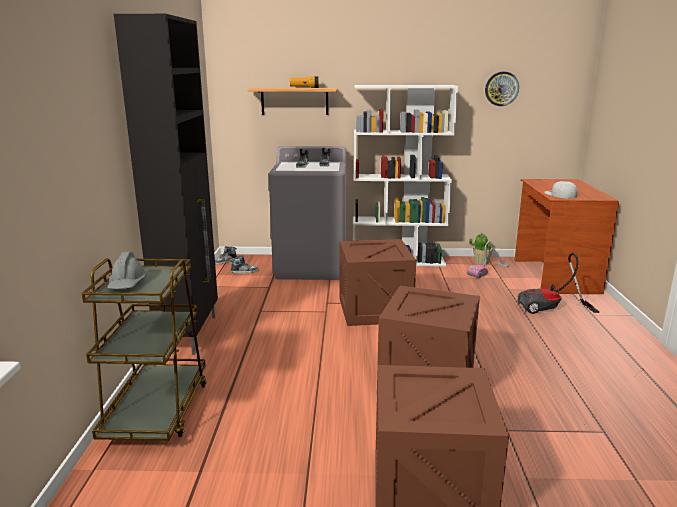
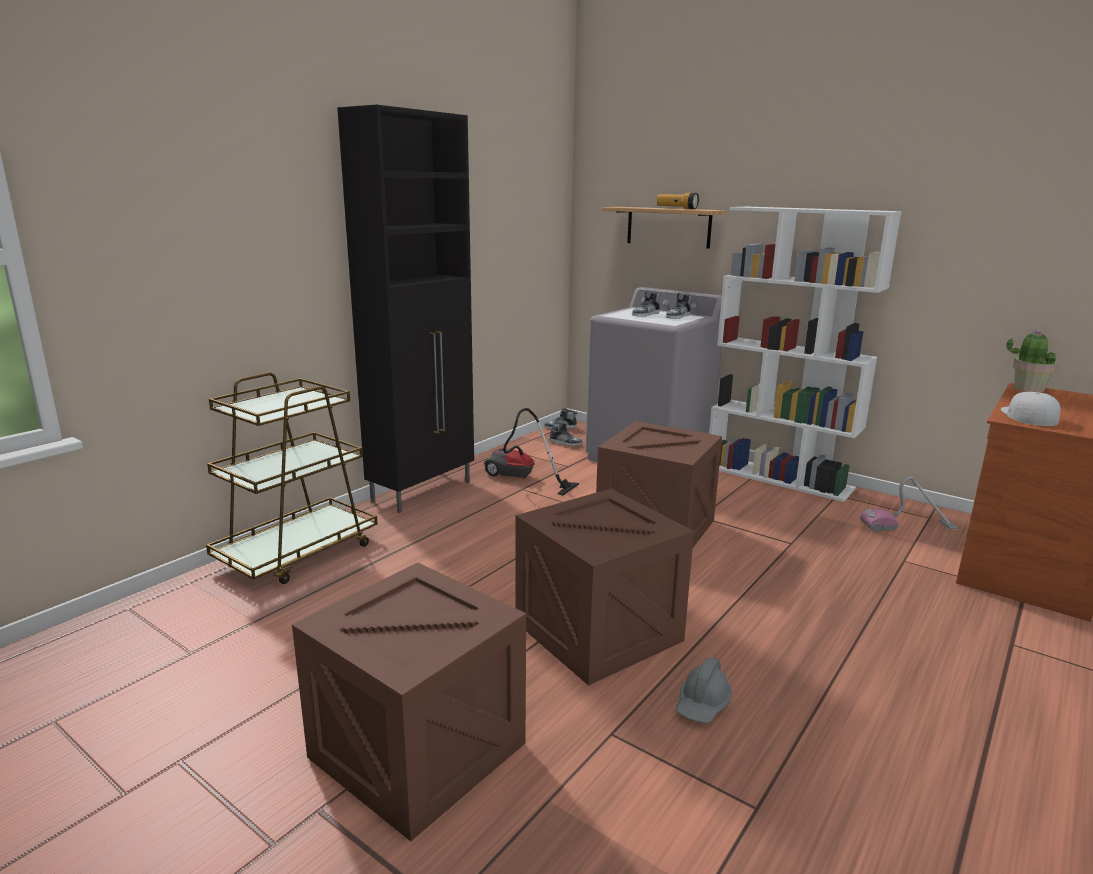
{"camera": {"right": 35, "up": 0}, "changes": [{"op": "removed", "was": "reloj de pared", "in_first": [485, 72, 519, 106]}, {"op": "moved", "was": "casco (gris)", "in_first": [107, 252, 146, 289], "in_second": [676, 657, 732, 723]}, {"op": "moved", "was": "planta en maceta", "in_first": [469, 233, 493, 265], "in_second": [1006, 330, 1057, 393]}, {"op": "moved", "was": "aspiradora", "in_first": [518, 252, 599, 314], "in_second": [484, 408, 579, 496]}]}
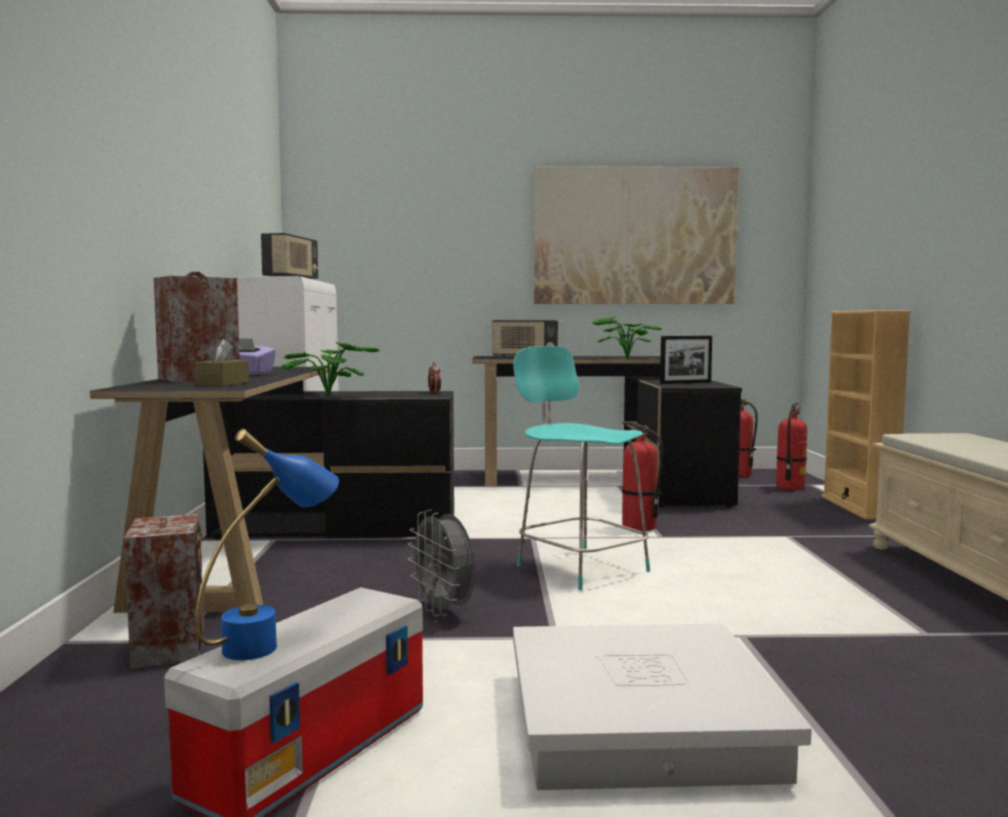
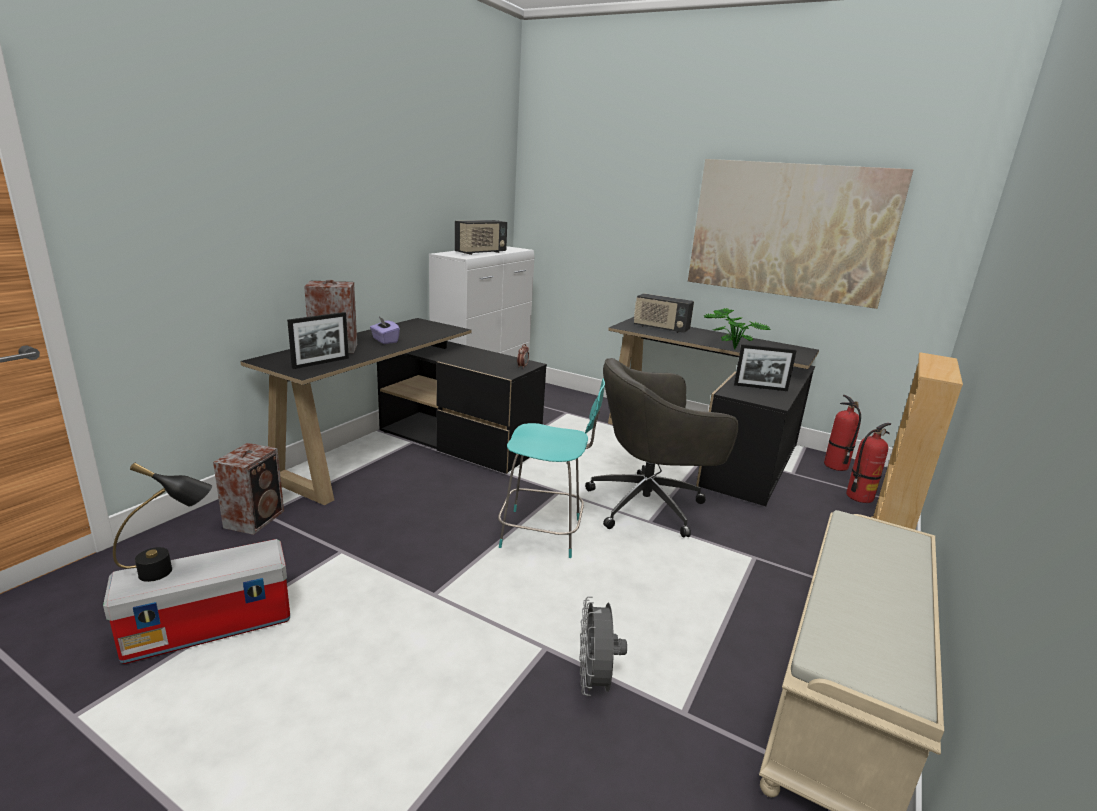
{"camera": {"right": 30, "up": 15}, "changes": [{"op": "removed", "was": "planta en maceta", "in_first": [282, 342, 379, 396]}, {"op": "removed", "was": "caja de almacenaje (blanco)", "in_first": [513, 624, 812, 790]}, {"op": "moved", "was": "ventilador (gris)", "in_first": [408, 509, 475, 616], "in_second": [579, 596, 627, 696]}, {"op": "replaced", "was": "caja de pañuelos (marrón)", "now": "portarretratos", "in_first": [195, 339, 249, 386], "in_second": [287, 312, 349, 369]}, {"op": "replaced", "was": "extintor", "now": "silla de oficina (gris)", "in_first": [622, 422, 663, 531], "in_second": [585, 358, 738, 537]}, {"op": "recoloured", "was": "lámpara de mesa (azul)", "now": "lámpara de mesa (negro)", "in_first": [195, 429, 339, 660], "in_second": [113, 463, 212, 582]}, {"op": "turned", "was": "silla (turquesa)", "in_first": [513, 346, 650, 590], "in_second": [498, 379, 605, 558], "clockwise": 105}]}
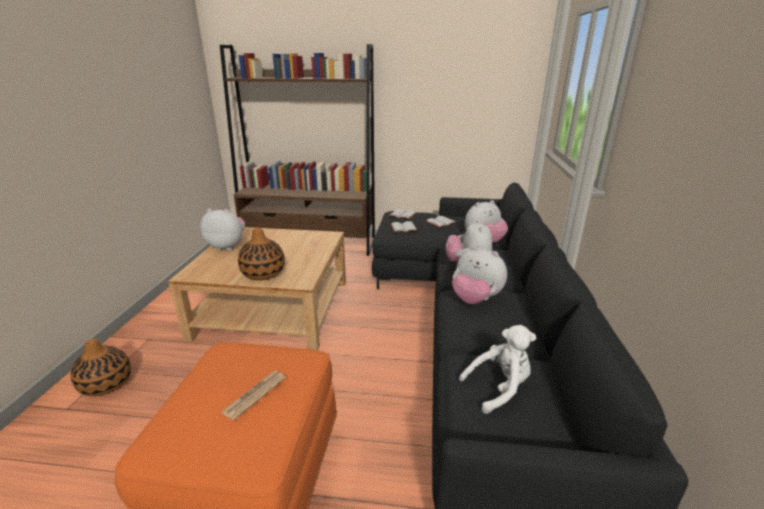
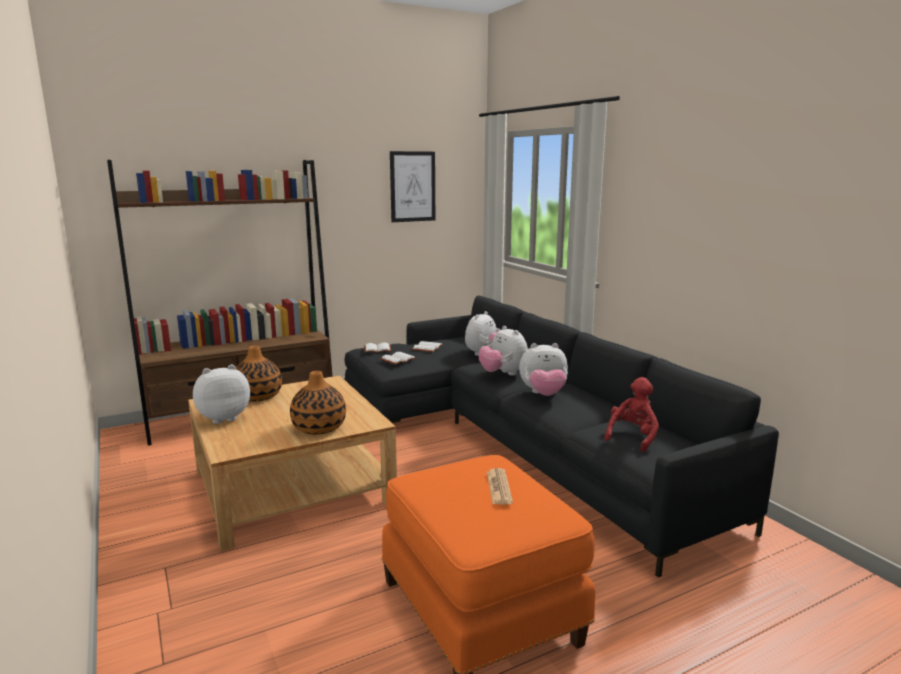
{"camera": {"right": -35, "up": -10}, "changes": [{"op": "added", "now": "cuadro", "in_second": [390, 151, 435, 222]}, {"op": "moved", "was": "florero", "in_first": [71, 339, 131, 396], "in_second": [236, 346, 282, 401]}, {"op": "recoloured", "was": "peluche (blanco)", "now": "peluche (rojo)", "in_first": [459, 325, 536, 414], "in_second": [604, 377, 659, 452]}]}
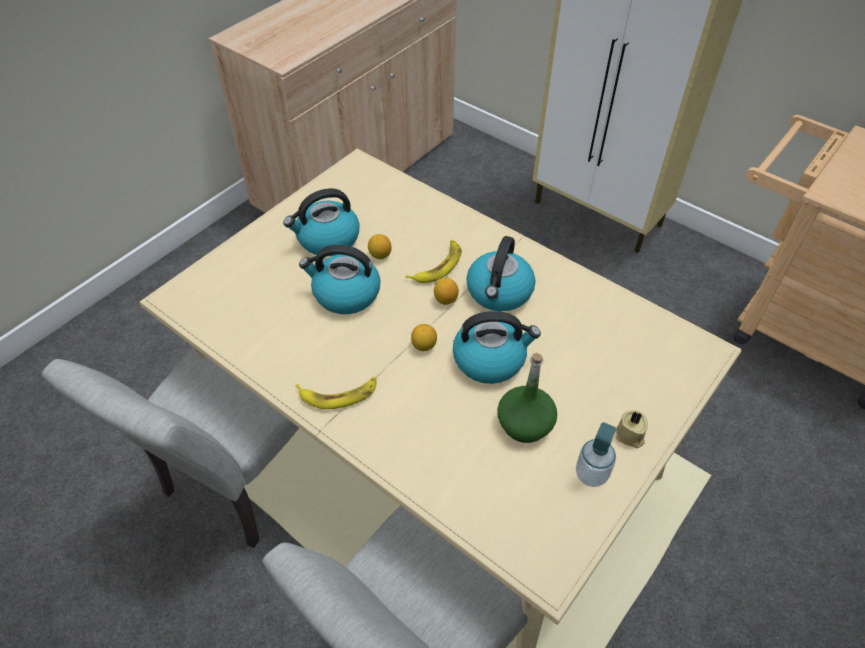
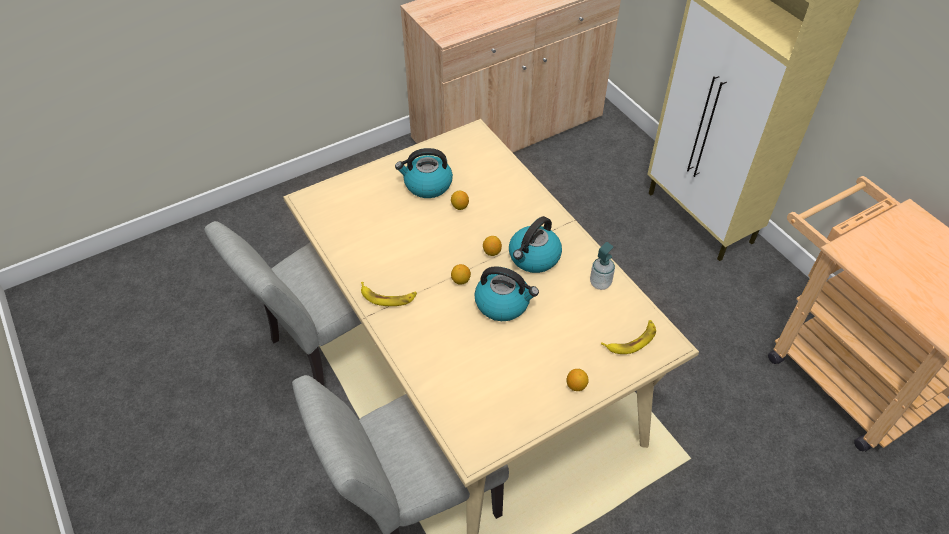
{"camera": {"right": 20, "up": 0}, "changes": [{"op": "removed", "was": "hervidor", "in_first": [299, 245, 380, 314]}, {"op": "removed", "was": "botella (verde)", "in_first": [497, 353, 557, 443]}, {"op": "moved", "was": "plátano", "in_first": [406, 240, 462, 283], "in_second": [601, 320, 656, 354]}, {"op": "moved", "was": "dispensador de jabón", "in_first": [576, 422, 616, 487], "in_second": [590, 242, 615, 290]}, {"op": "replaced", "was": "vela (beis)", "now": "limón", "in_first": [616, 410, 648, 448], "in_second": [566, 369, 589, 391]}]}
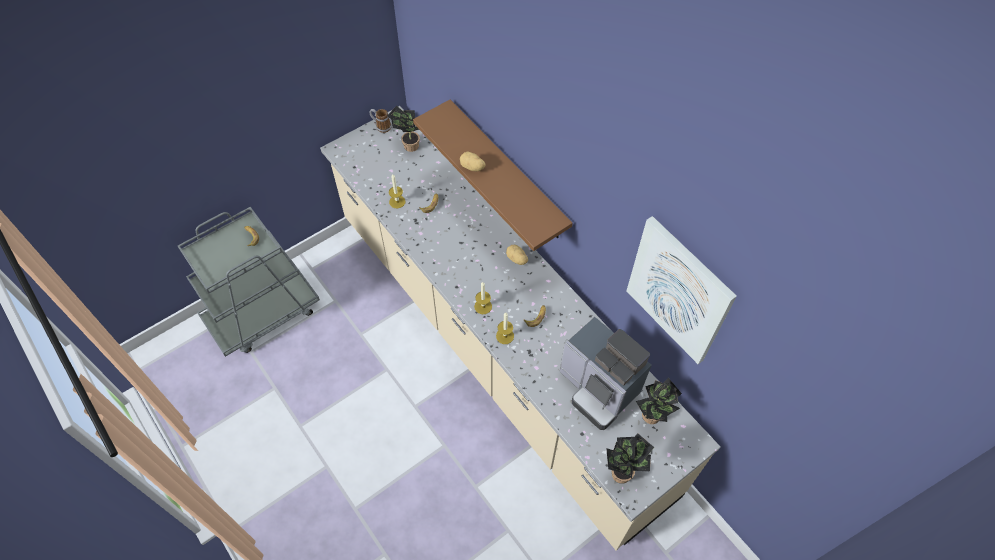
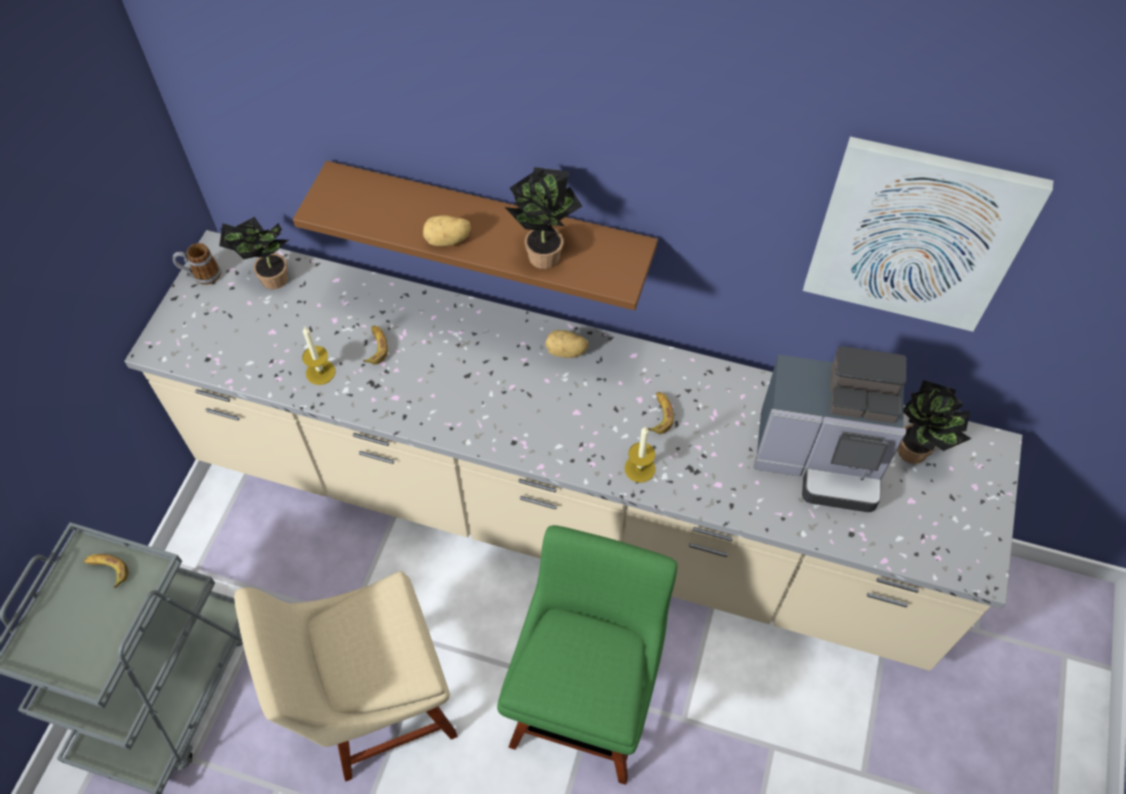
{"camera": {"right": -35, "up": 0}, "changes": [{"op": "removed", "was": "vela", "in_first": [474, 282, 492, 314]}, {"op": "added", "now": "silla (beis)", "in_second": [234, 571, 458, 782]}, {"op": "added", "now": "silla (verde)", "in_second": [497, 525, 677, 785]}, {"op": "moved", "was": "planta en maceta", "in_first": [606, 433, 654, 484], "in_second": [505, 167, 582, 269]}]}
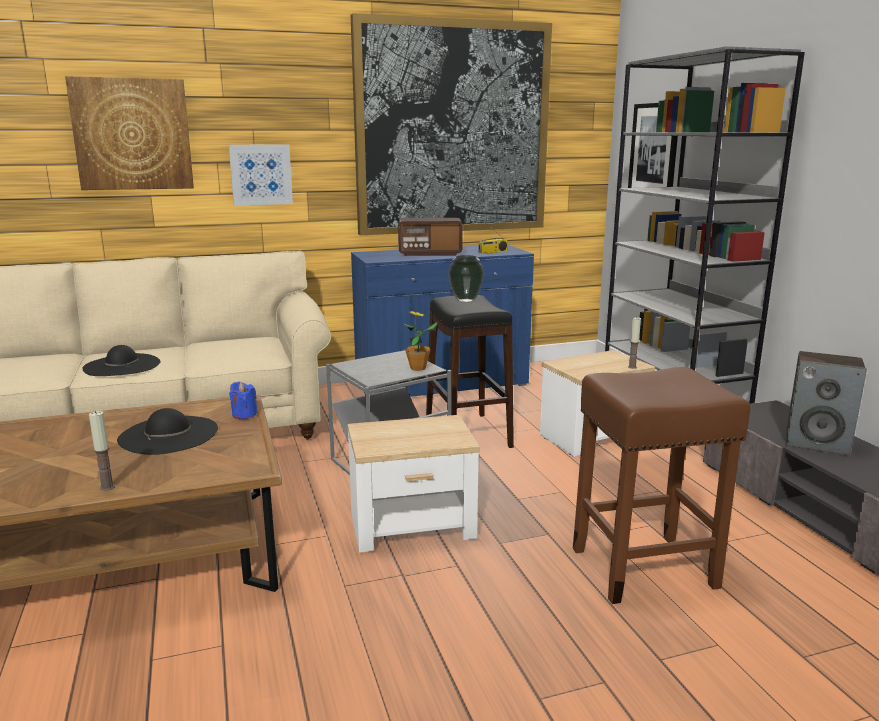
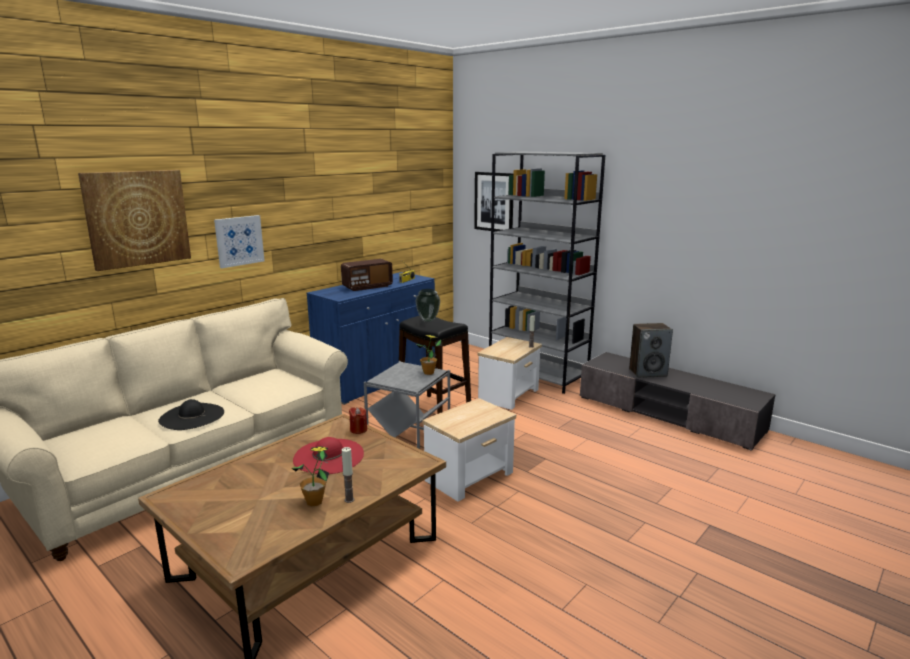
{"camera": {"right": -30, "up": 0}, "changes": [{"op": "removed", "was": "cuadro", "in_first": [351, 13, 552, 235]}, {"op": "removed", "was": "taburete (marrón)", "in_first": [573, 367, 751, 604]}, {"op": "added", "now": "planta en maceta", "in_second": [292, 446, 329, 506]}, {"op": "recoloured", "was": "sombrero (negro)", "now": "sombrero (rojo)", "in_first": [117, 408, 218, 455], "in_second": [293, 437, 364, 474]}, {"op": "recoloured", "was": "vela (azul)", "now": "vela (rojo)", "in_first": [229, 382, 258, 419], "in_second": [349, 407, 367, 434]}]}
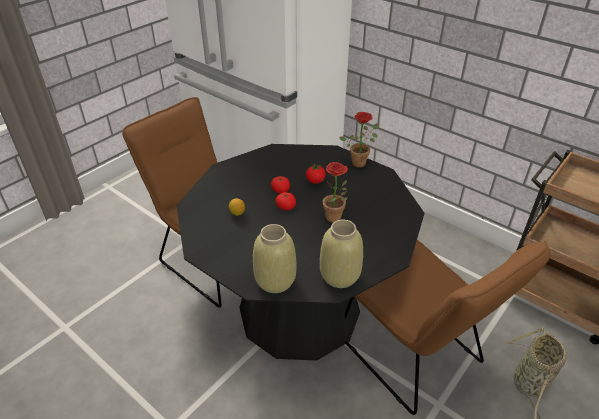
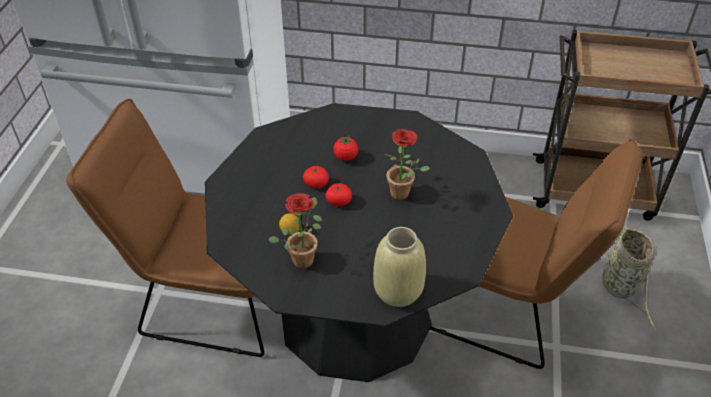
{"camera": {"right": -30, "up": 5}, "changes": [{"op": "removed", "was": "florero (beis)", "in_first": [320, 219, 363, 288]}, {"op": "moved", "was": "planta en maceta", "in_first": [339, 112, 379, 168], "in_second": [268, 193, 322, 269]}]}
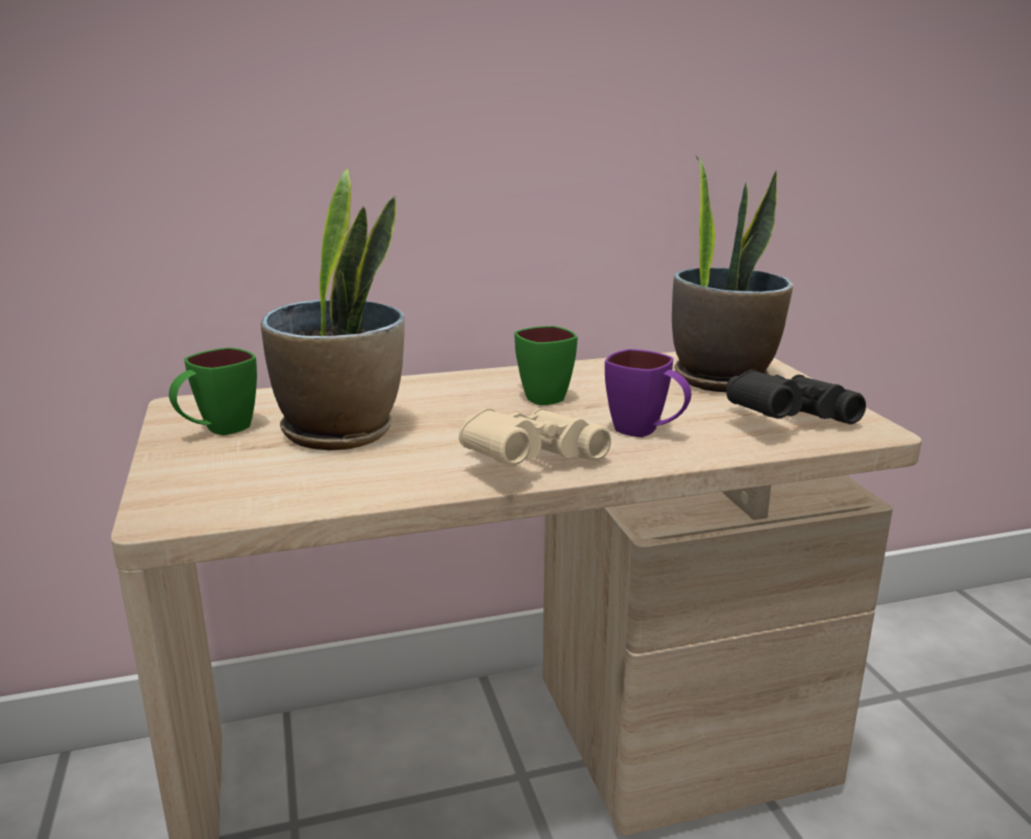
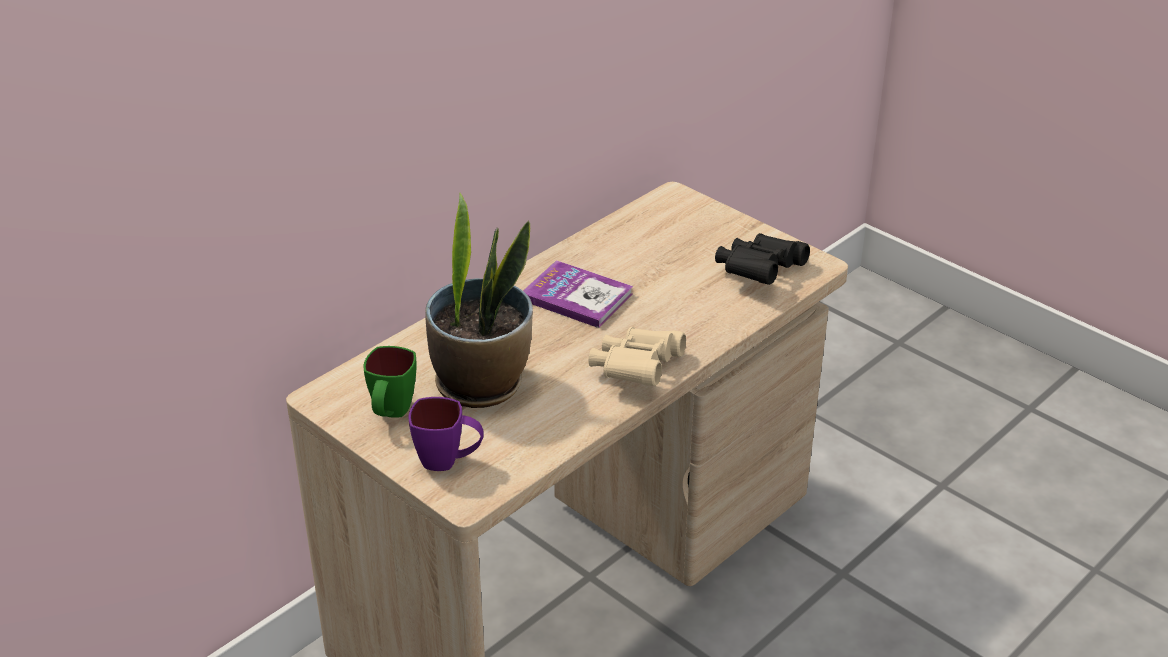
{"camera": {"right": -30, "up": 15}, "changes": [{"op": "removed", "was": "planta en maceta", "in_first": [672, 156, 793, 392]}, {"op": "moved", "was": "taza grande (morado)", "in_first": [605, 349, 691, 437], "in_second": [409, 397, 484, 471]}, {"op": "replaced", "was": "taza grande (verde)", "now": "libro", "in_first": [515, 326, 577, 405], "in_second": [523, 260, 633, 328]}]}
